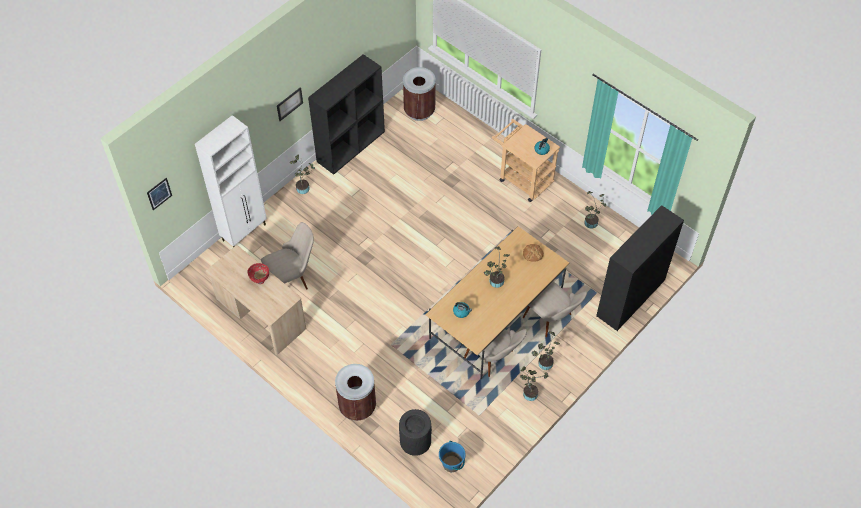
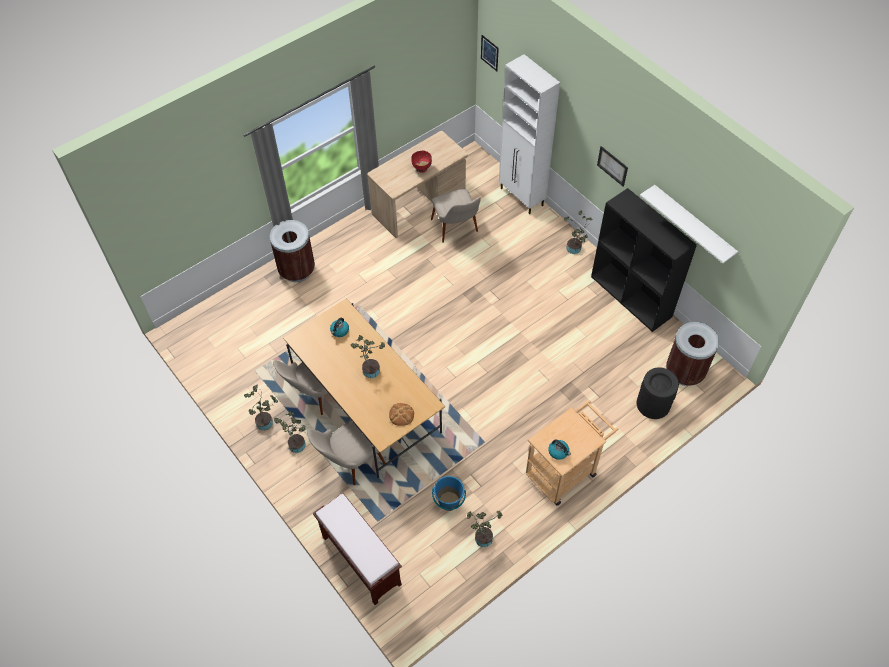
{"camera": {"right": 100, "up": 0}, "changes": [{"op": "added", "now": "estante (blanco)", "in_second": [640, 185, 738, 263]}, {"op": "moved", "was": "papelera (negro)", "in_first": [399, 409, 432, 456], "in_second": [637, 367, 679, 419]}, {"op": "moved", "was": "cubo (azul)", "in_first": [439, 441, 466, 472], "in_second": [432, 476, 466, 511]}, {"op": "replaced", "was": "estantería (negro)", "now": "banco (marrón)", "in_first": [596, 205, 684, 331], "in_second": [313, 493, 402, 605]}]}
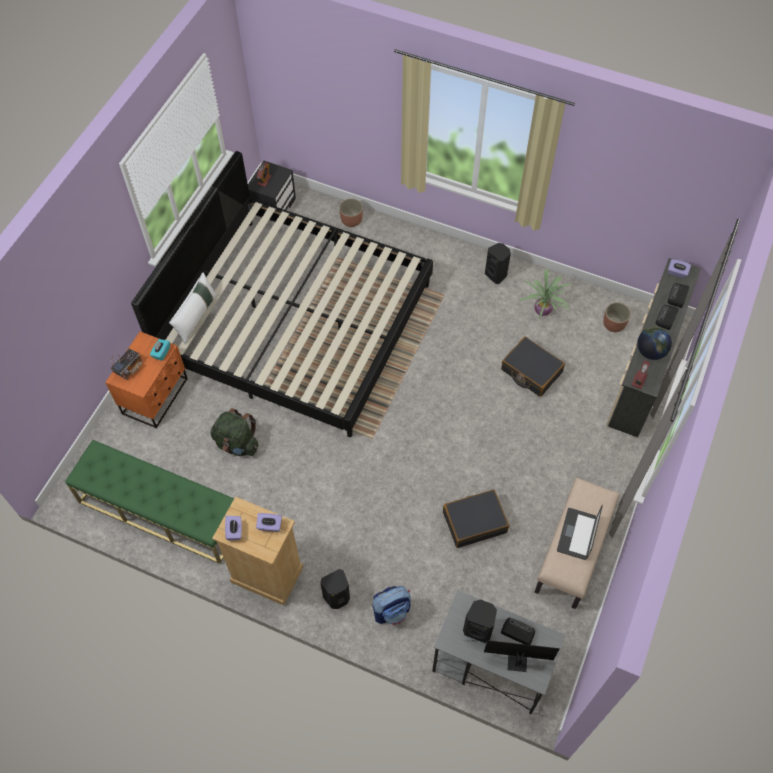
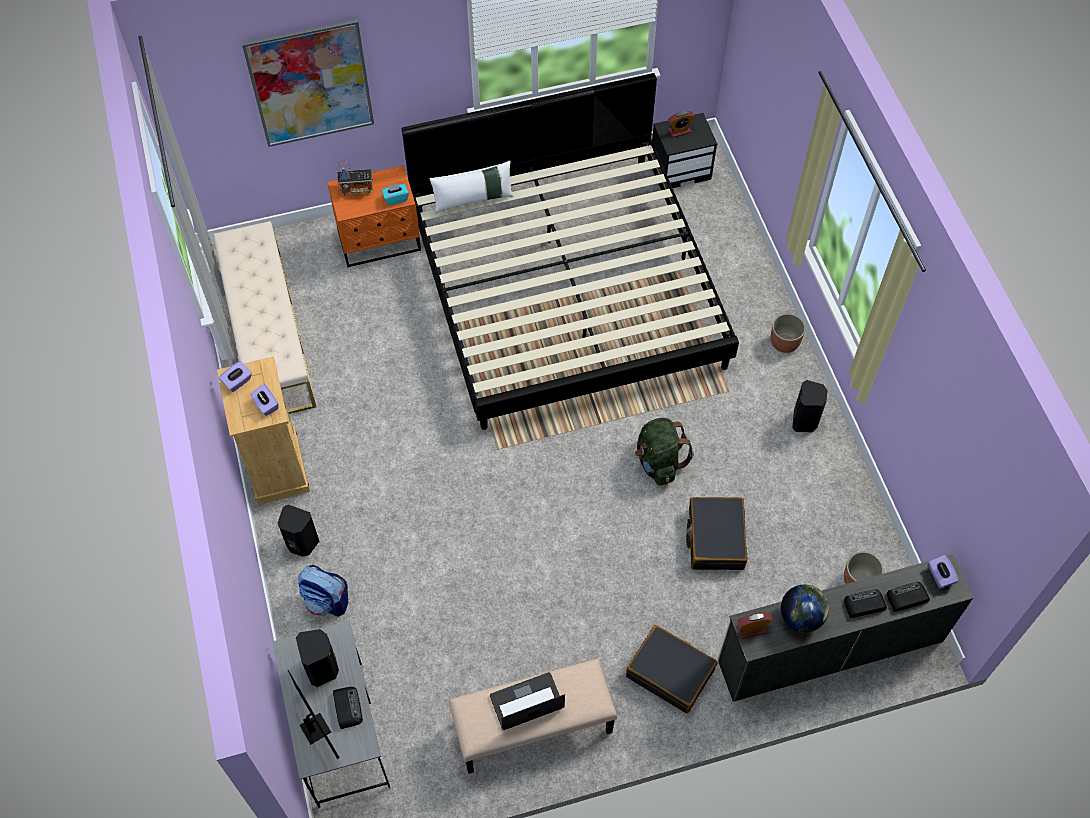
{"camera": {"right": 50, "up": 0}, "changes": [{"op": "removed", "was": "planta en maceta", "in_first": [519, 269, 571, 319]}, {"op": "added", "now": "cuadro", "in_second": [242, 19, 374, 147]}, {"op": "moved", "was": "mochila (verde)", "in_first": [211, 408, 258, 456], "in_second": [635, 418, 694, 486]}, {"op": "moved", "was": "maceta", "in_first": [339, 198, 363, 227], "in_second": [771, 314, 805, 353]}, {"op": "moved", "was": "maleta (negro)", "in_first": [443, 489, 509, 548], "in_second": [626, 625, 717, 713]}, {"op": "recoloured", "was": "banco (verde)", "now": "banco (beis)", "in_first": [65, 440, 234, 564], "in_second": [213, 221, 316, 414]}]}
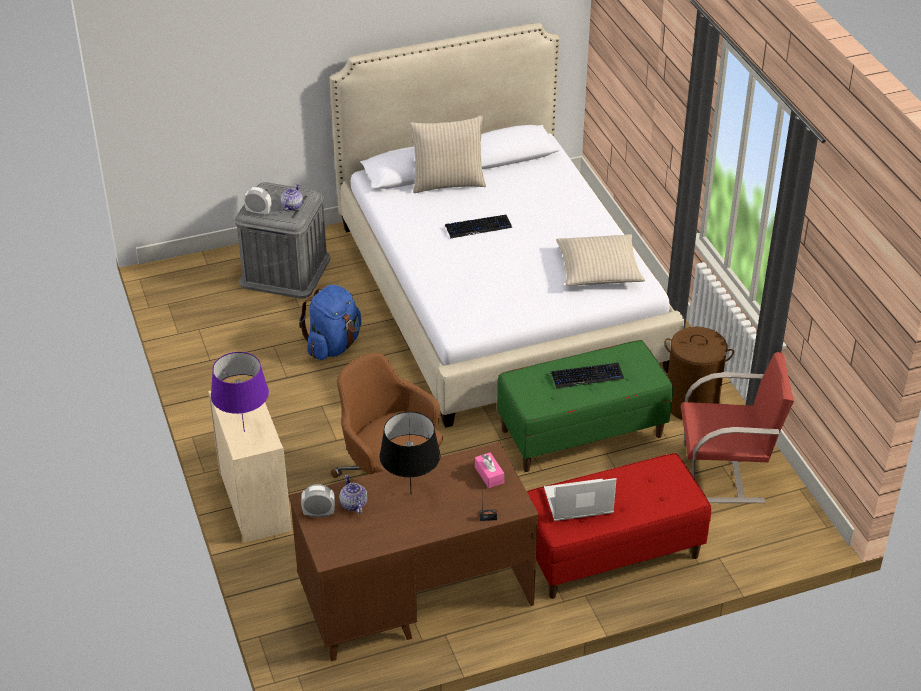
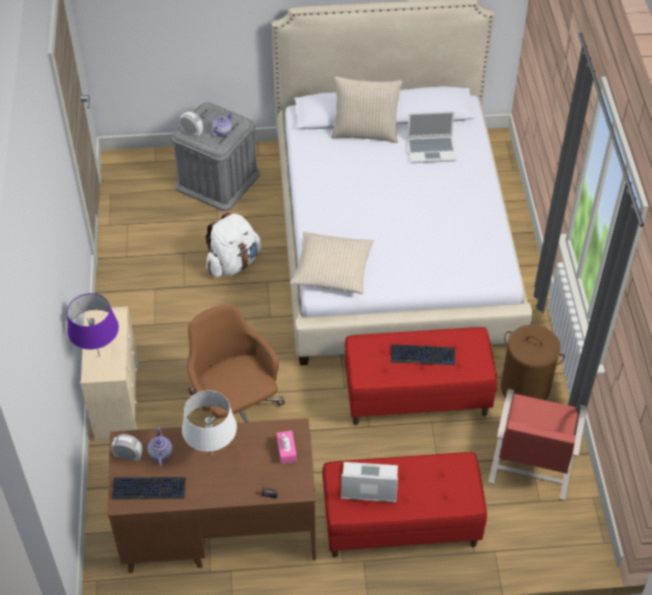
{"camera": {"right": 15, "up": 10}, "changes": [{"op": "added", "now": "portátil", "in_second": [407, 111, 456, 163]}, {"op": "moved", "was": "teclado", "in_first": [445, 215, 512, 238], "in_second": [112, 477, 186, 500]}, {"op": "moved", "was": "cojín (beis)", "in_first": [556, 234, 645, 286], "in_second": [290, 232, 374, 294]}, {"op": "recoloured", "was": "mochila (azul)", "now": "mochila (blanco)", "in_first": [299, 285, 361, 360], "in_second": [205, 212, 261, 277]}, {"op": "recoloured", "was": "lámpara de mesa (negro)", "now": "lámpara de mesa (blanco)", "in_first": [379, 411, 440, 490], "in_second": [182, 391, 237, 455]}, {"op": "recoloured", "was": "banco (verde)", "now": "banco (rojo)", "in_first": [497, 340, 673, 472], "in_second": [345, 327, 498, 425]}, {"op": "turned", "was": "silla (rojo)", "in_first": [681, 352, 794, 503], "in_second": [488, 389, 587, 501], "clockwise": 90}]}
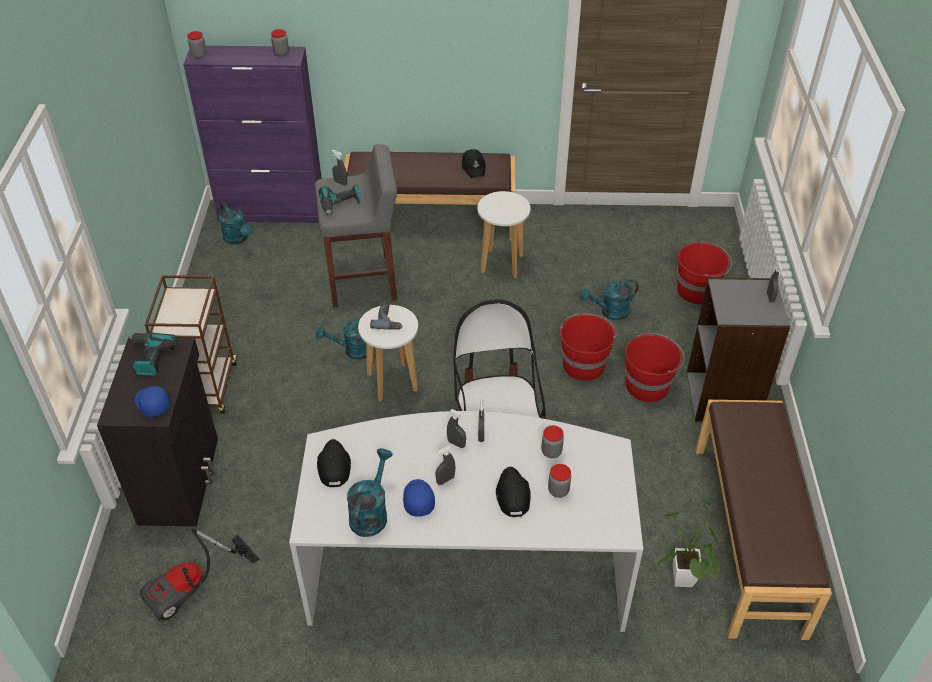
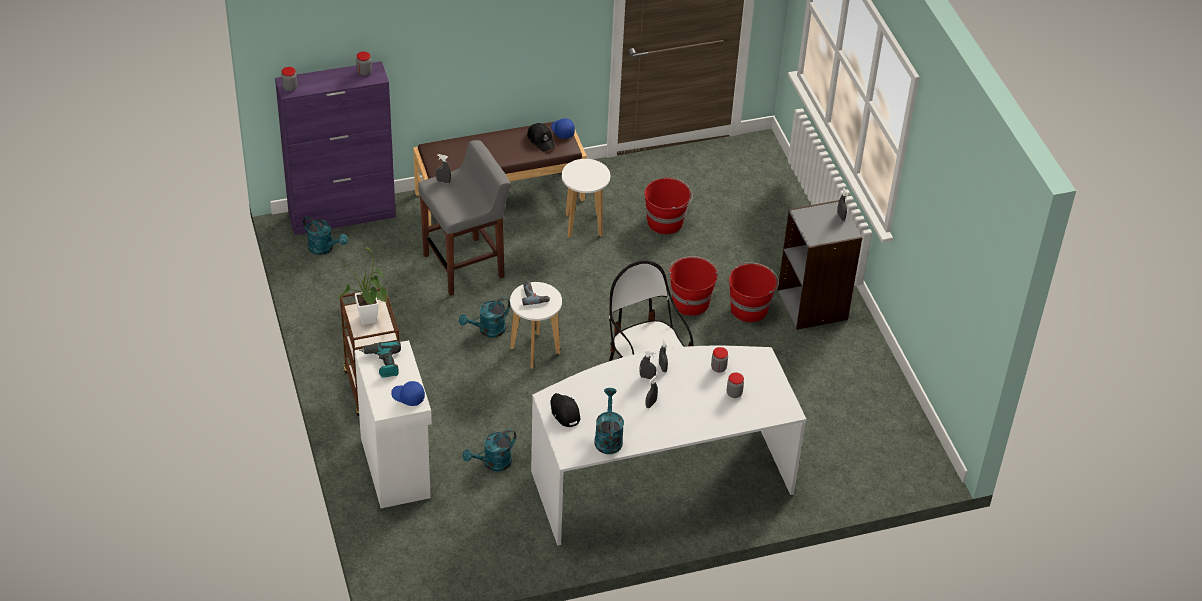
{"camera": {"right": -20, "up": 0}, "changes": [{"op": "removed", "was": "aspiradora", "in_first": [139, 529, 260, 622]}, {"op": "removed", "was": "taladro", "in_first": [319, 184, 361, 215]}, {"op": "removed", "was": "gorra (negro)", "in_first": [496, 467, 531, 517]}, {"op": "removed", "was": "banco (marrón)", "in_first": [696, 400, 832, 640]}, {"op": "moved", "was": "gorra (azul)", "in_first": [403, 479, 435, 517], "in_second": [551, 118, 575, 139]}, {"op": "moved", "was": "regadera (turquesa)", "in_first": [580, 279, 638, 320], "in_second": [463, 429, 516, 472]}, {"op": "moved", "was": "planta en maceta", "in_first": [657, 497, 720, 587], "in_second": [338, 247, 388, 325]}, {"op": "moved", "was": "cubo (rojo)", "in_first": [677, 241, 732, 304], "in_second": [644, 177, 693, 234]}, {"op": "recoloured", "was": "armario (negro)", "now": "armario (blanco)", "in_first": [97, 338, 218, 527], "in_second": [354, 340, 432, 508]}]}
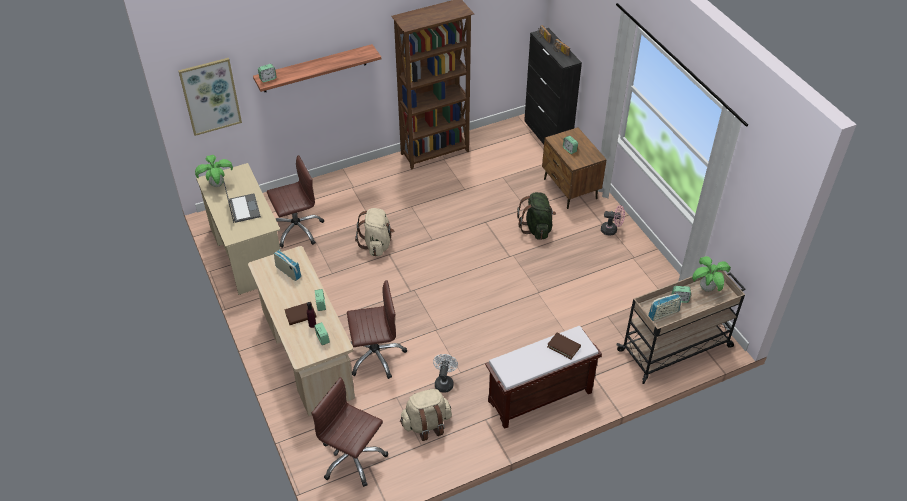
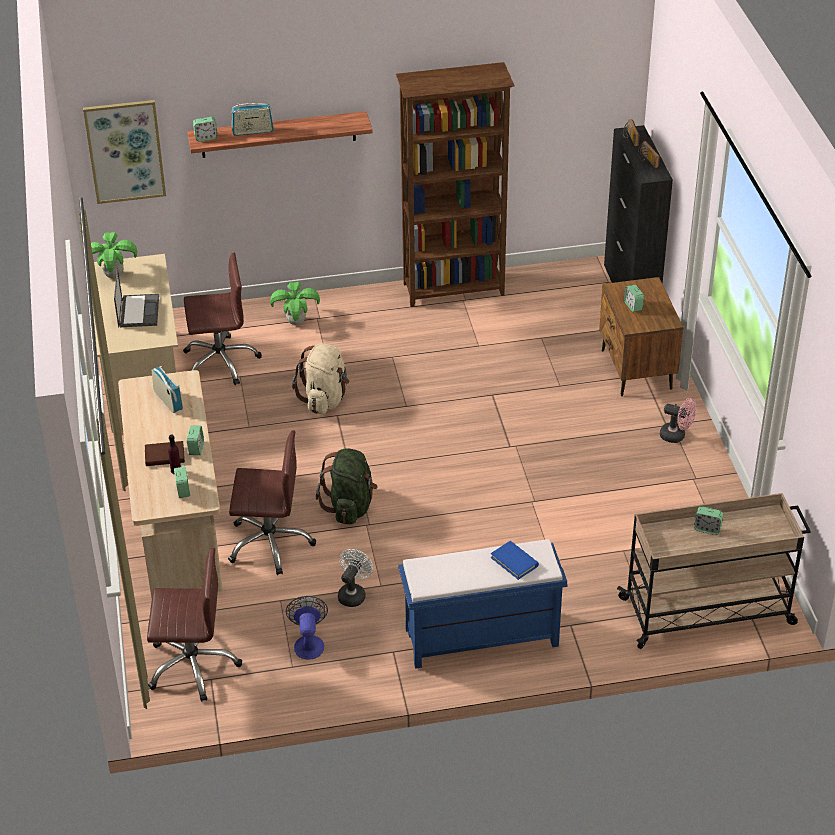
{"camera": {"right": 15, "up": -5}, "changes": [{"op": "moved", "was": "mochila (verde)", "in_first": [517, 192, 556, 240], "in_second": [316, 448, 377, 524]}, {"op": "moved", "was": "radio", "in_first": [648, 293, 681, 321], "in_second": [231, 103, 274, 136]}, {"op": "moved", "was": "planta en maceta", "in_first": [692, 256, 731, 292], "in_second": [270, 282, 320, 325]}, {"op": "replaced", "was": "mochila (beis)", "now": "ventilador", "in_first": [400, 389, 452, 441], "in_second": [286, 596, 328, 659]}, {"op": "recoloured", "was": "banco (marrón)", "now": "banco (azul)", "in_first": [485, 326, 602, 429], "in_second": [398, 539, 568, 669]}, {"op": "recoloured", "was": "libro (marrón)", "now": "libro (azul)", "in_first": [547, 333, 581, 359], "in_second": [491, 541, 539, 580]}, {"op": "turned", "was": "silla de oficina (marrón)", "in_first": [312, 377, 388, 487], "in_second": [147, 548, 242, 702], "clockwise": 135}]}
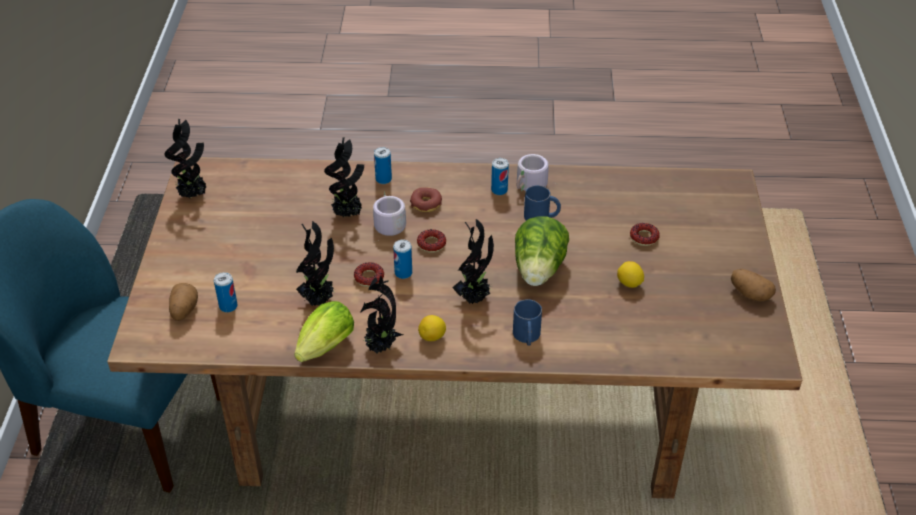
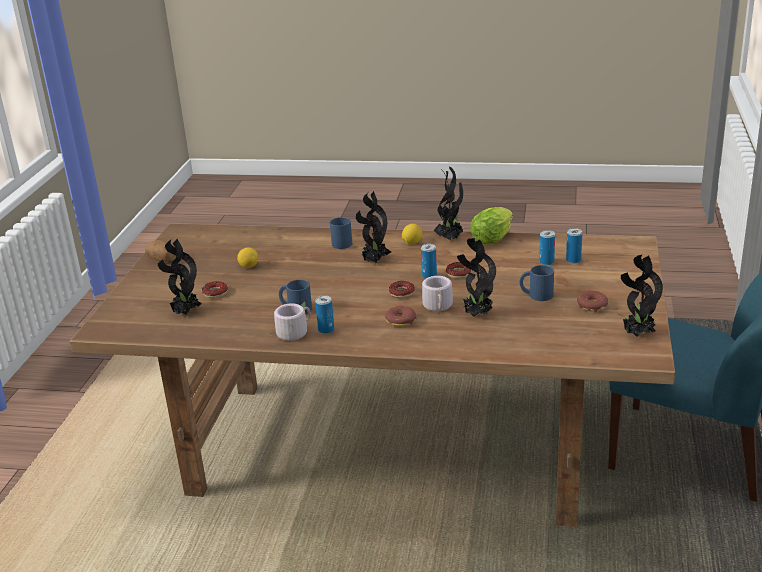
{"camera": {"right": -170, "up": -15}, "changes": [{"op": "removed", "was": "patata", "in_first": [169, 283, 198, 321]}, {"op": "removed", "was": "lechuga", "in_first": [515, 216, 569, 286]}, {"op": "added", "now": "taza grande (azul)", "in_second": [519, 265, 554, 301]}, {"op": "added", "now": "rosquilla", "in_second": [577, 291, 608, 312]}, {"op": "moved", "was": "planta en maceta", "in_first": [296, 221, 334, 306], "in_second": [158, 239, 202, 315]}, {"op": "moved", "was": "lata", "in_first": [374, 147, 392, 184], "in_second": [539, 230, 555, 265]}]}
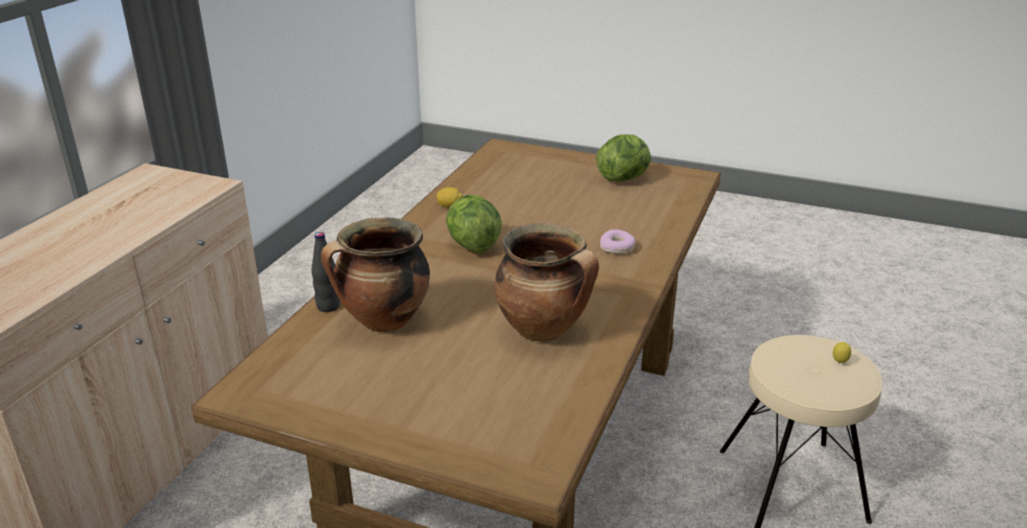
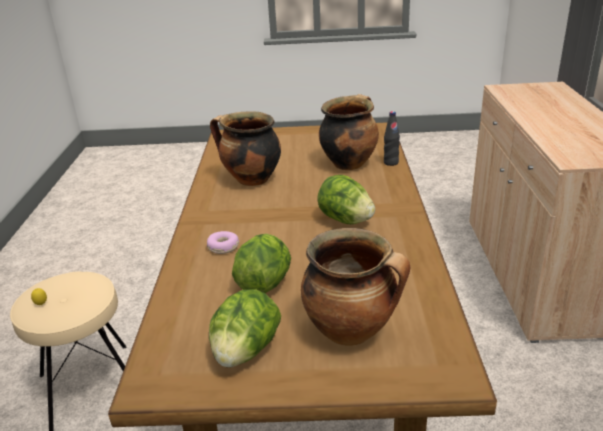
{"camera": {"right": 160, "up": 0}, "changes": [{"op": "removed", "was": "limón", "in_first": [436, 187, 463, 208]}, {"op": "added", "now": "lechuga", "in_second": [232, 233, 291, 293]}, {"op": "added", "now": "olla", "in_second": [301, 228, 410, 346]}]}
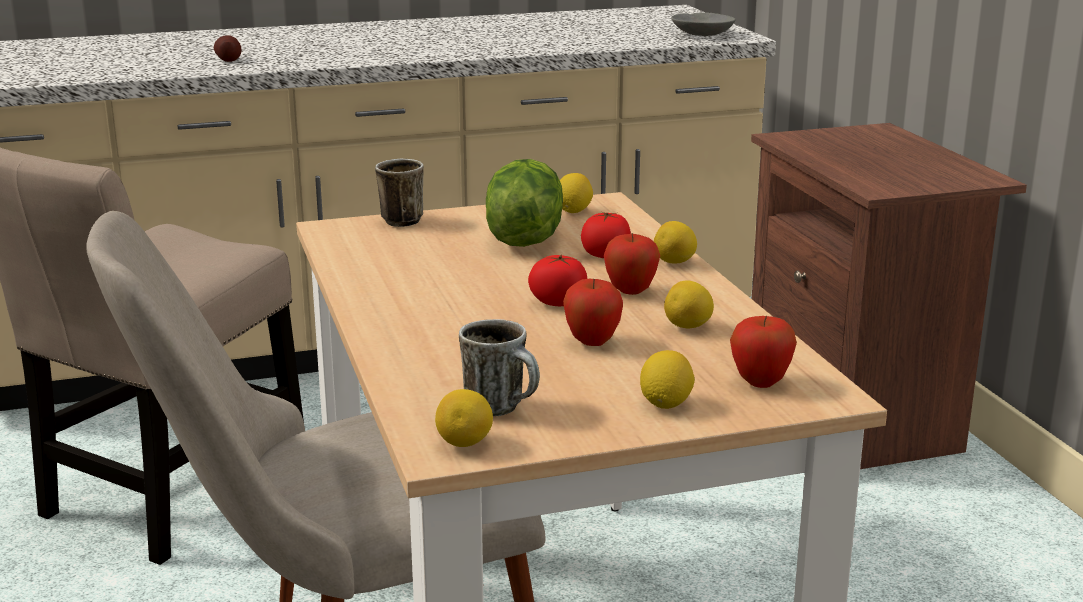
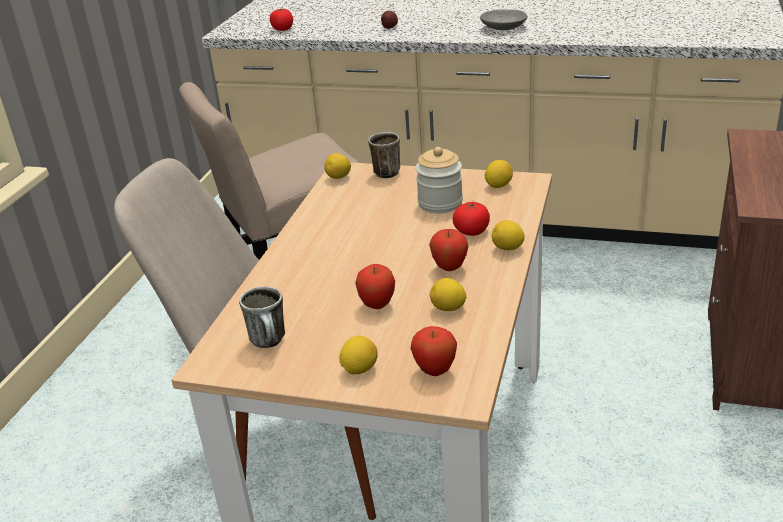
{"camera": {"right": 35, "up": 10}, "changes": [{"op": "moved", "was": "limón", "in_first": [435, 389, 493, 447], "in_second": [324, 153, 351, 179]}, {"op": "moved", "was": "tomate", "in_first": [528, 255, 587, 306], "in_second": [270, 9, 293, 31]}, {"op": "moved", "was": "cuenco (gris)", "in_first": [671, 13, 736, 36], "in_second": [480, 9, 527, 30]}, {"op": "replaced", "was": "lechuga", "now": "tarro", "in_first": [486, 159, 563, 247], "in_second": [416, 147, 463, 214]}]}
